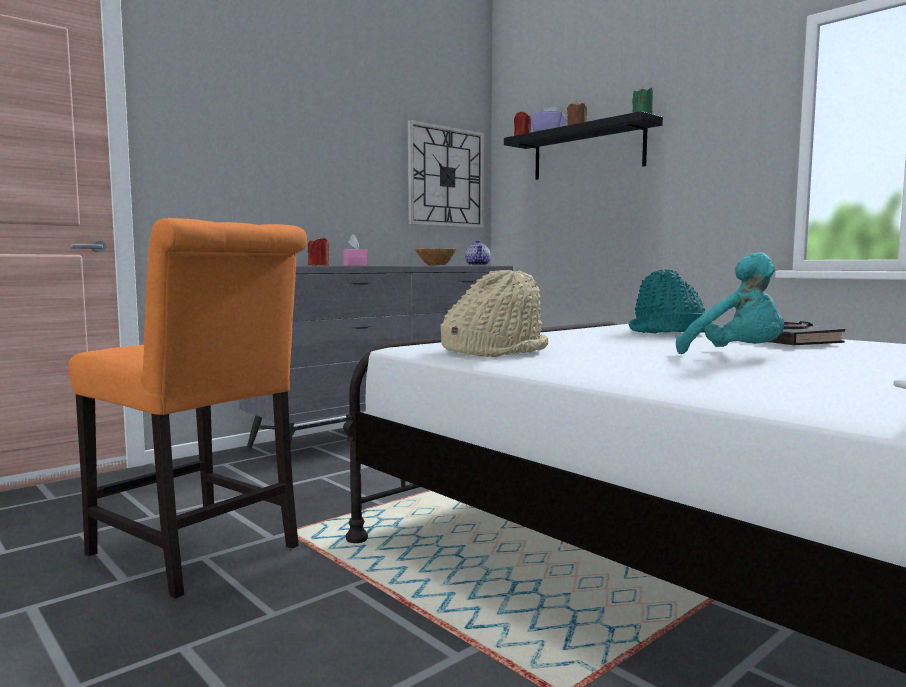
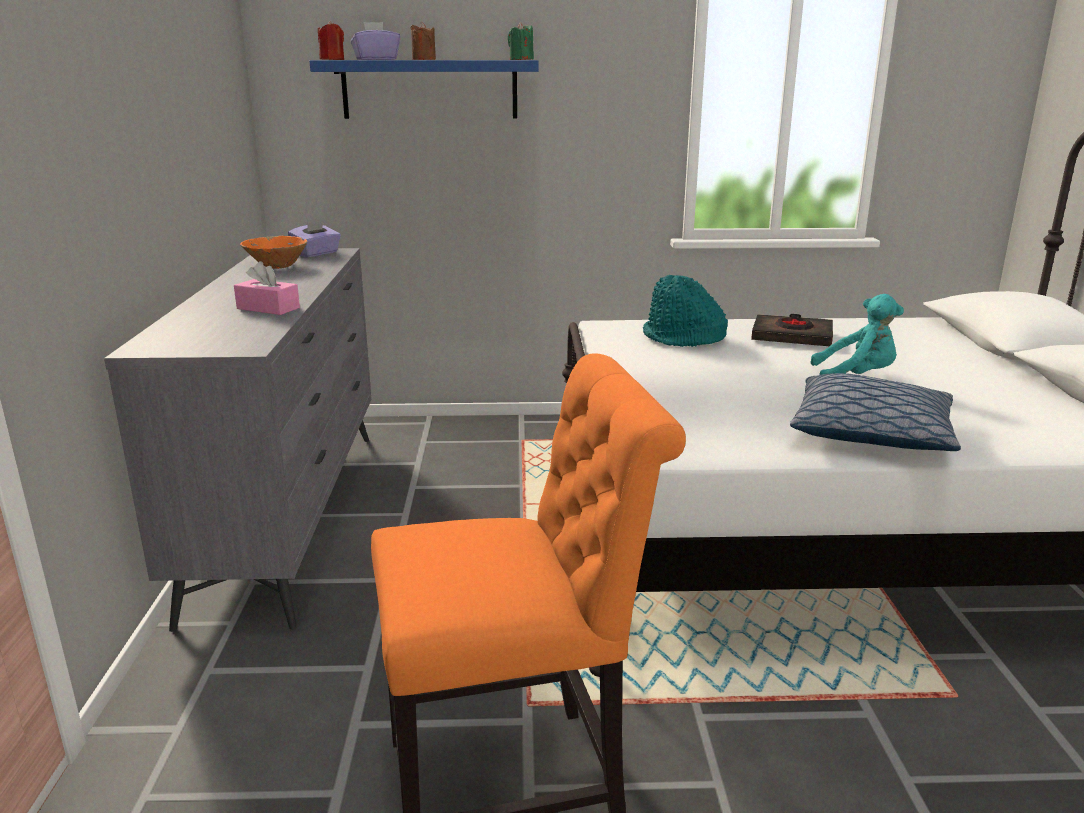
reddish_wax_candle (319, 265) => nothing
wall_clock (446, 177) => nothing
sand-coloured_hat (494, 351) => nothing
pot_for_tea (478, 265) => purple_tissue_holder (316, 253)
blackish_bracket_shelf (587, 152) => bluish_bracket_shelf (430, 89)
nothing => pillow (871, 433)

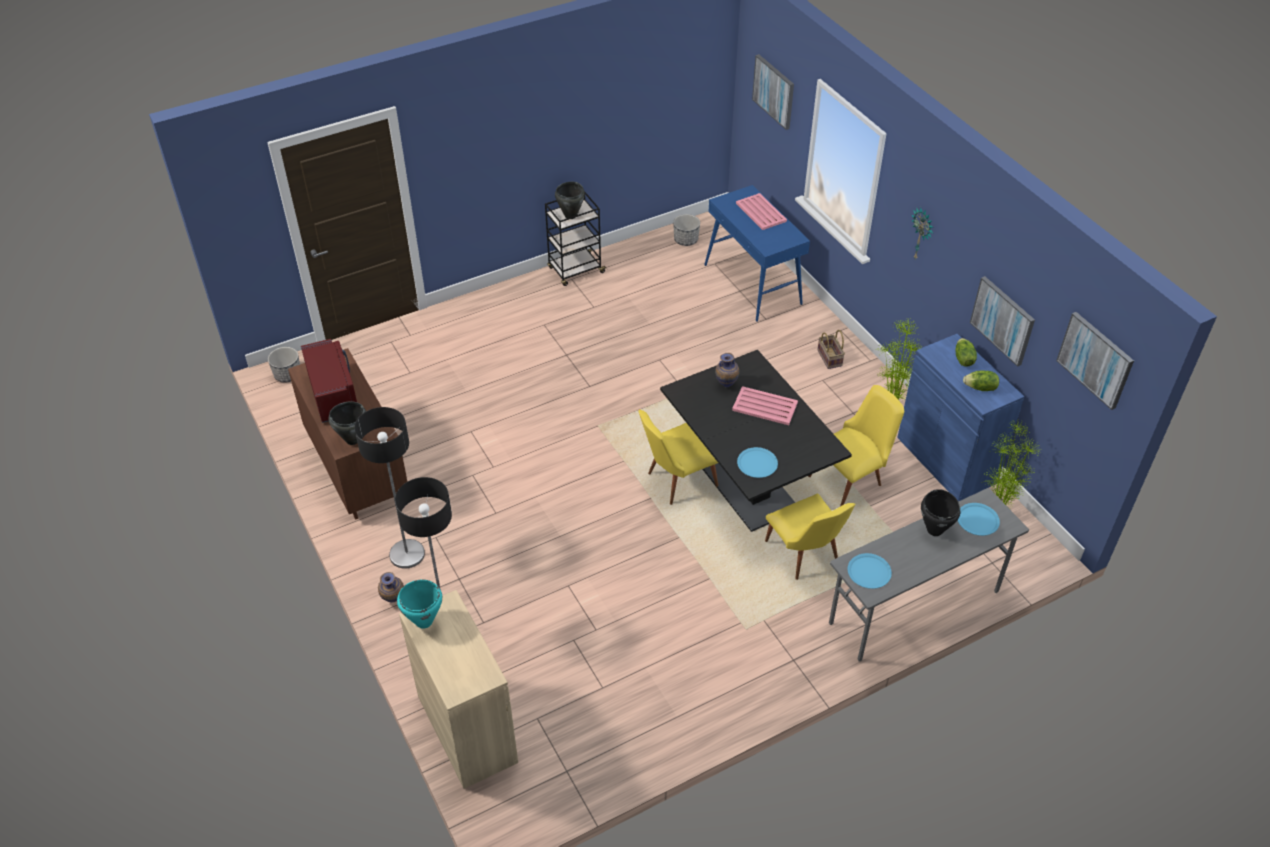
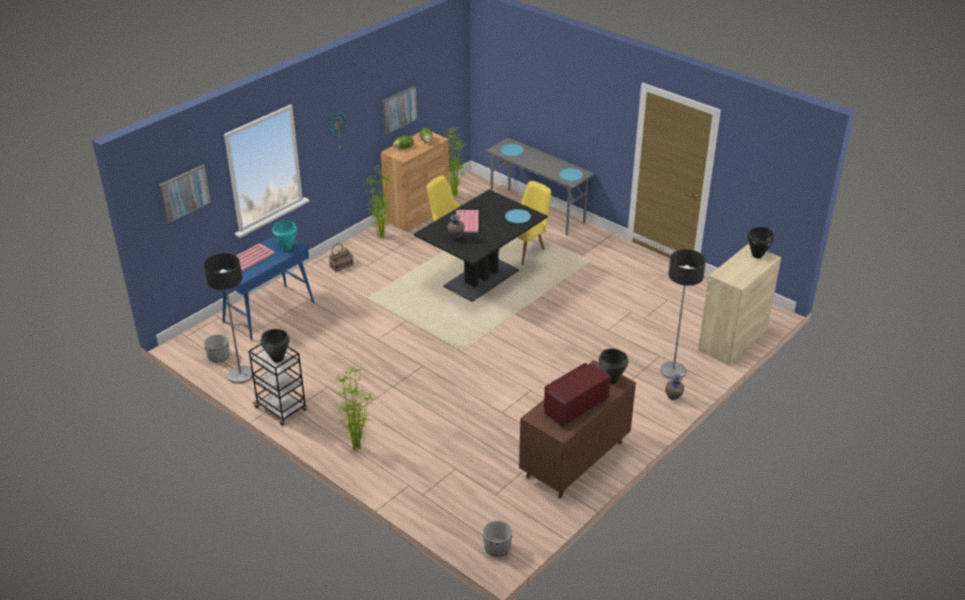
standard_lamp (407, 554) => standard_lamp (240, 375), shifted
blue-green_cooking_pot (423, 621) => blue-green_cooking_pot (286, 248), shifted
yellow-coloured_chair (675, 481) => nothing
bluish_cabinet (946, 460) => brownish_cabinet (417, 214)
blackish_cooking_pot (935, 530) => blackish_cooking_pot (757, 255), shifted
picture (1095, 359) => nothing
nothing => potted_plant (357, 447)

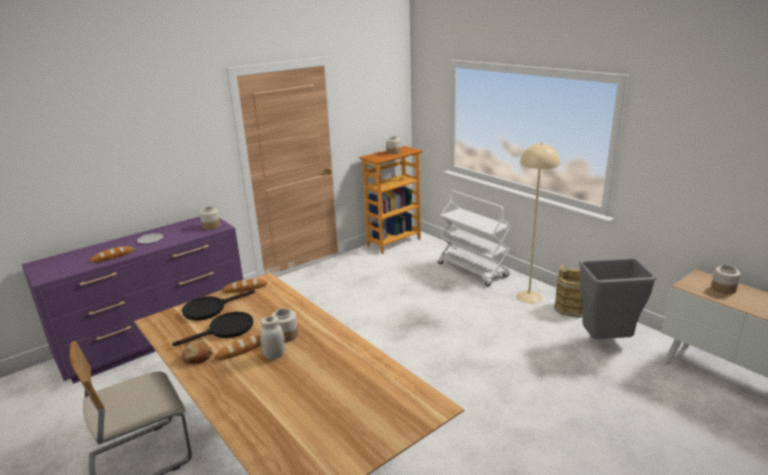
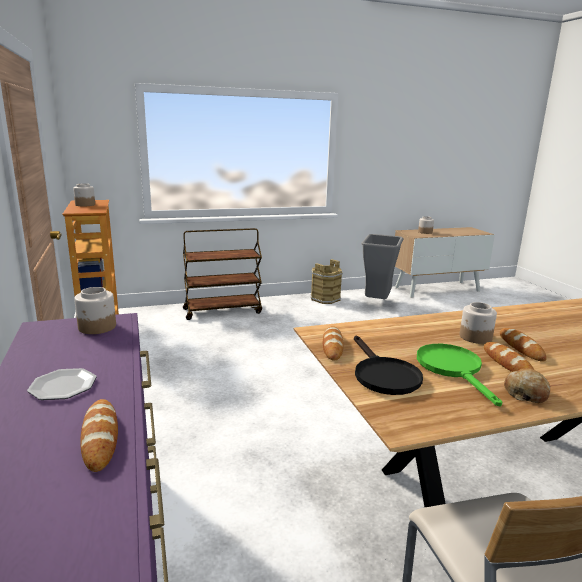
blackish_frying_pan (225, 330) => green-coloured_frying_pan (453, 369)
white-coloured_preserve_jar (274, 355) => bread (521, 347)
white-coloured_cart (473, 270) => brownish_cart (223, 311)
sand-coloured_standard_lamp (529, 297) => nothing

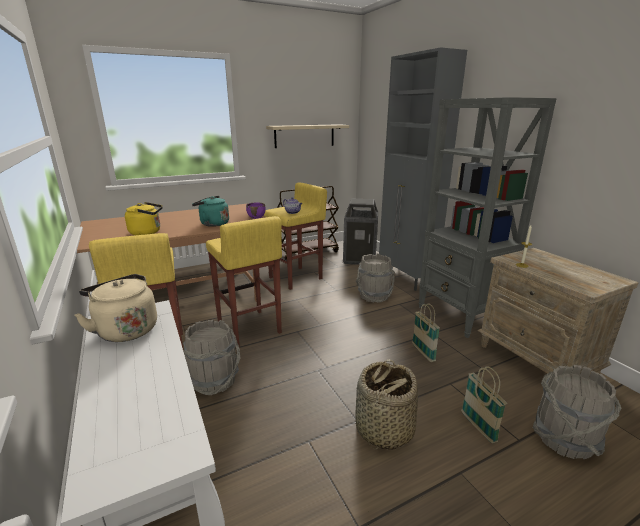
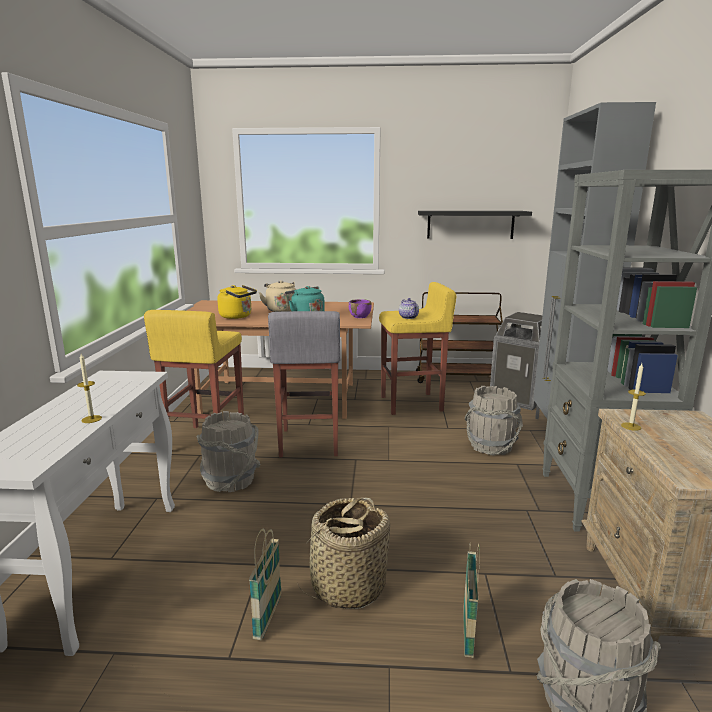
sand-coloured_tea_kettle (126, 329) => sand-coloured_tea_kettle (281, 310), shifted
yellow-coloured_stool (248, 328) => grey_stool (308, 443)
sand-coloured_bracket_shelf (304, 136) => blackish_bracket_shelf (470, 224)
basket (423, 352) => basket (268, 617), shifted
nothing => wax_candle (91, 419)

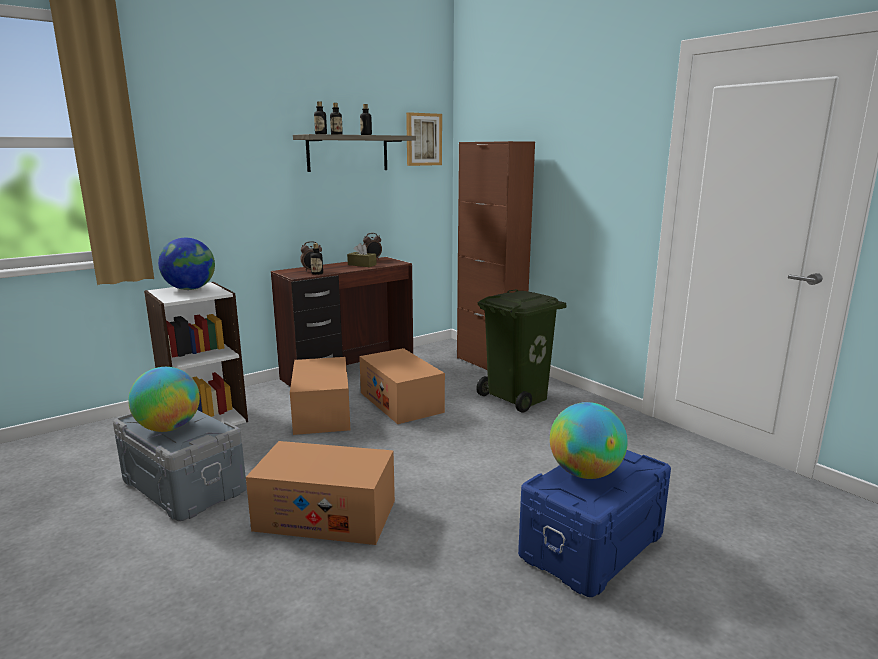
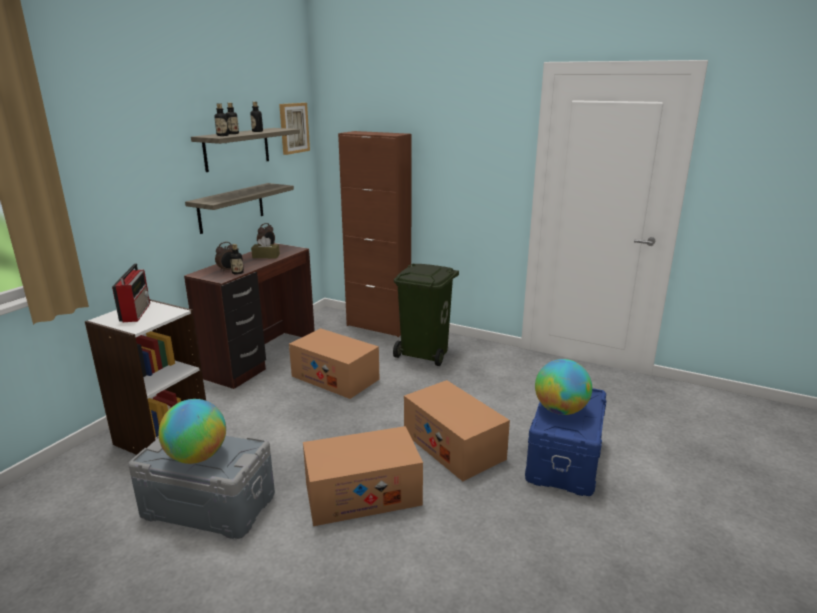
globe (190, 289) => radio (136, 312)
packing_box (322, 412) => packing_box (453, 445), shifted
nothing => bracket_shelf (231, 208)

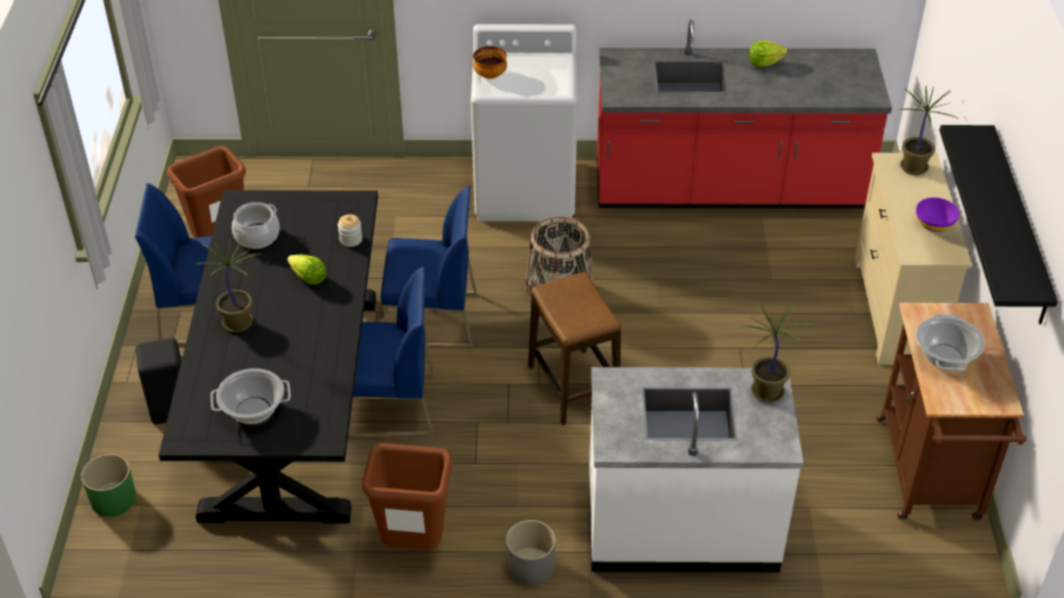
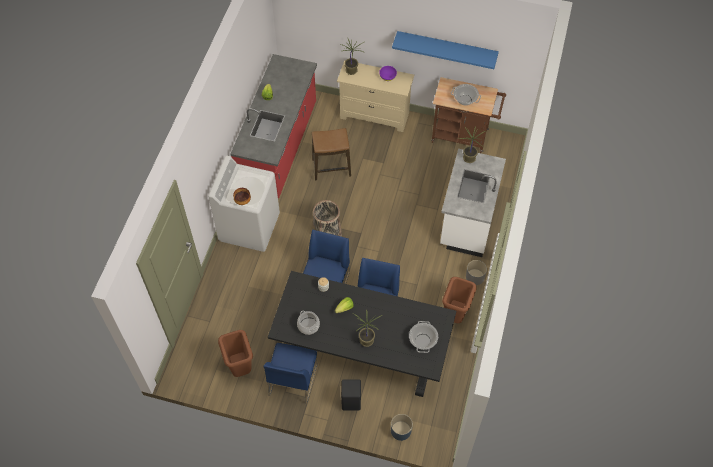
green-coloured_plant_pot (113, 499) => bluish_plant_pot (400, 431)
stool (573, 387) => stool (331, 168), shifted
blackish_bracket_shelf (1018, 225) => bluish_bracket_shelf (446, 47)

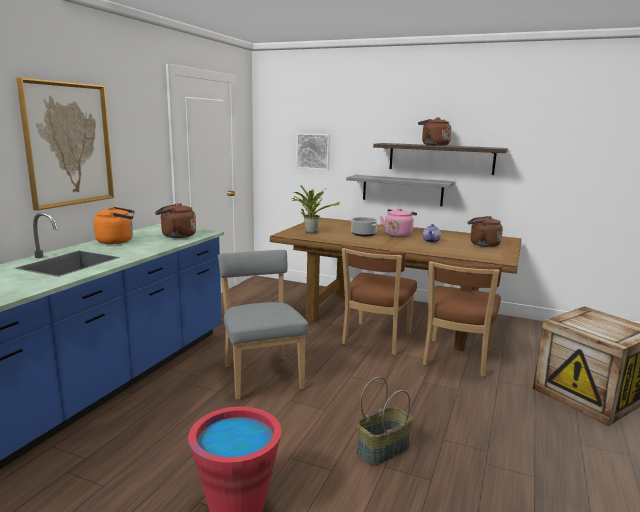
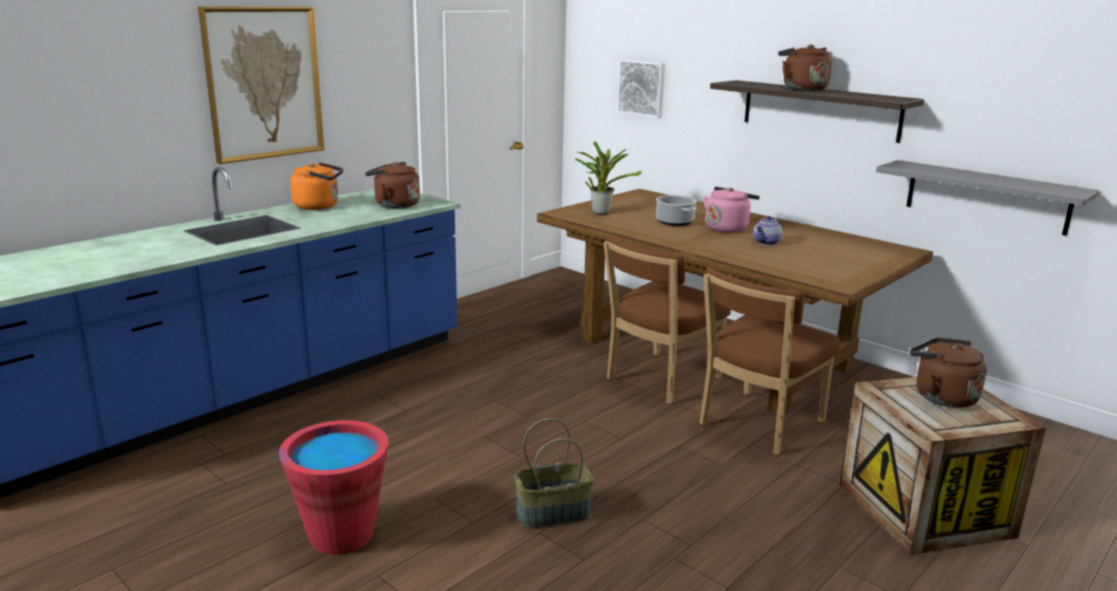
grey_chair (261, 375) => nothing
grey_bracket_shelf (402, 190) => grey_bracket_shelf (986, 197), shifted
brownish_tea_kettle (482, 244) => brownish_tea_kettle (941, 396), shifted

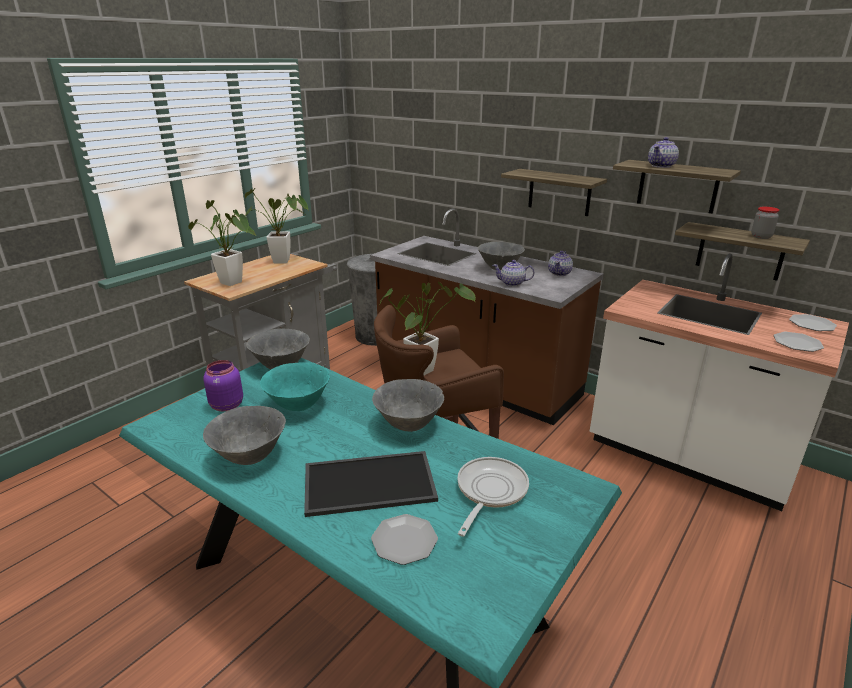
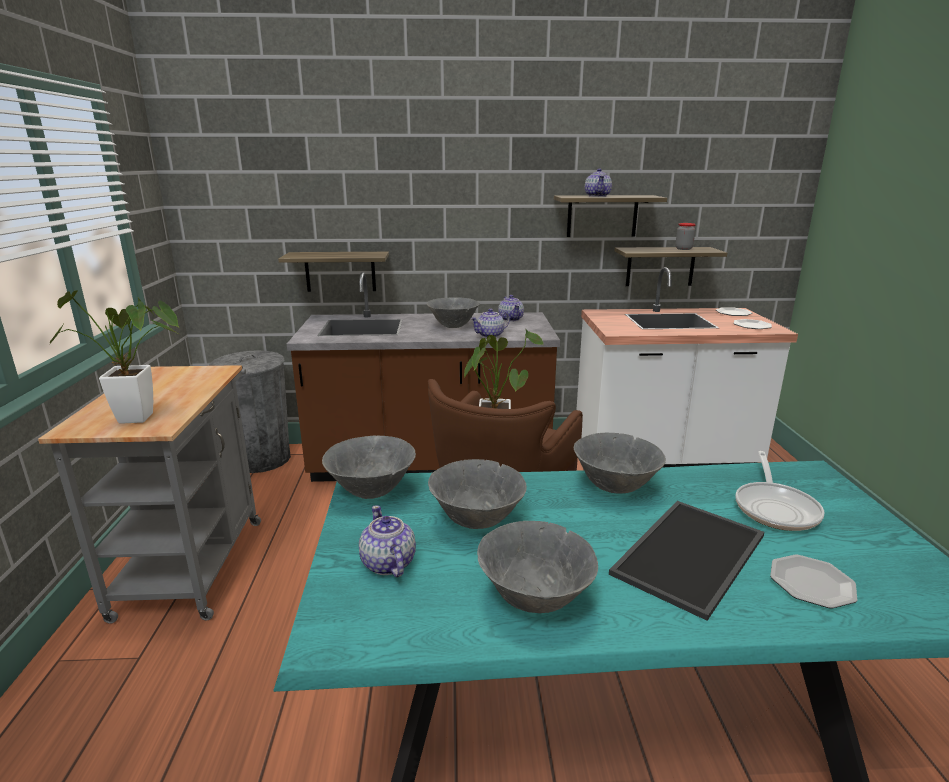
purple_preserve_jar (225, 405) => pot_for_tea (388, 564)
potted_plant (285, 261) => nothing
blue-green_serving_bowl (298, 406) => grey_serving_bowl (476, 521)
frying_pan (489, 492) => frying_pan (775, 508), 150 degrees counterclockwise
bracket_shelf (559, 192) => bracket_shelf (340, 271), shifted

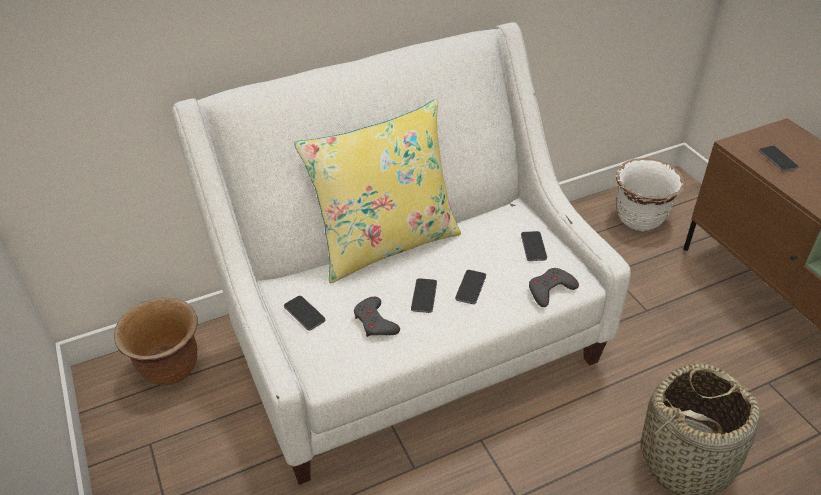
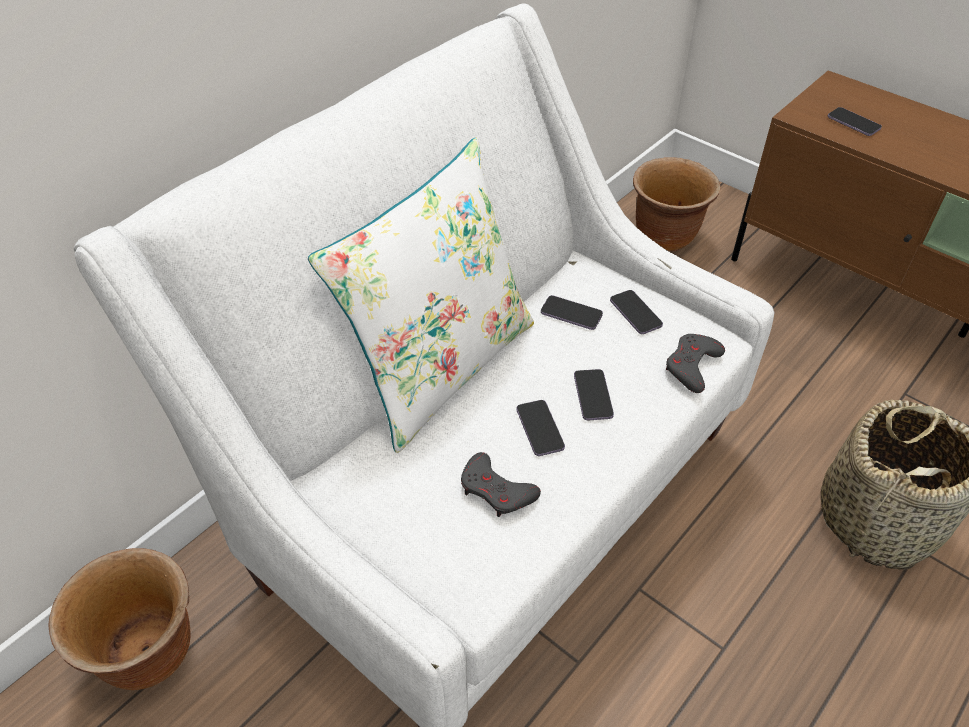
handset (304, 314) => handset (571, 314), shifted
yellow-coloured_pillow (386, 243) => white-coloured_pillow (440, 367)
white-coloured_plant_pot (640, 219) => brownish_plant_pot (665, 237)

